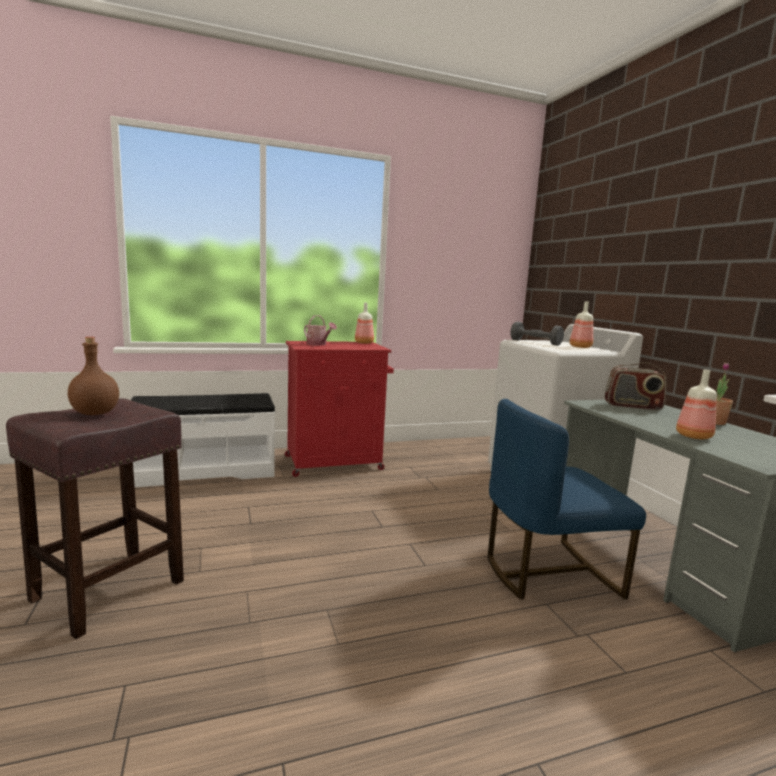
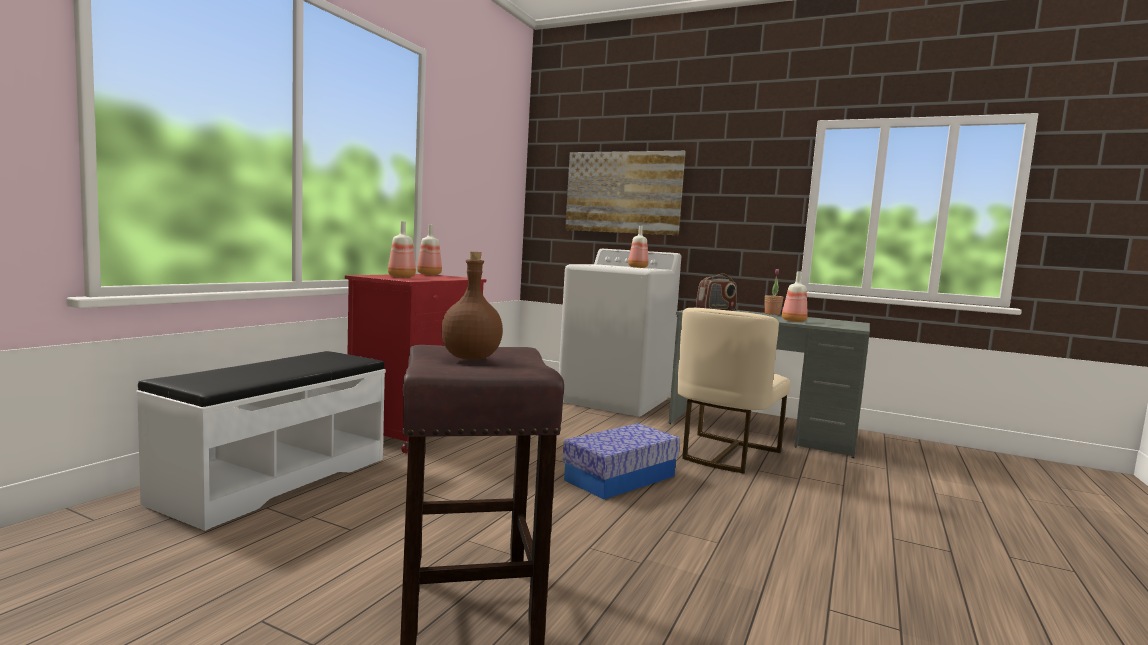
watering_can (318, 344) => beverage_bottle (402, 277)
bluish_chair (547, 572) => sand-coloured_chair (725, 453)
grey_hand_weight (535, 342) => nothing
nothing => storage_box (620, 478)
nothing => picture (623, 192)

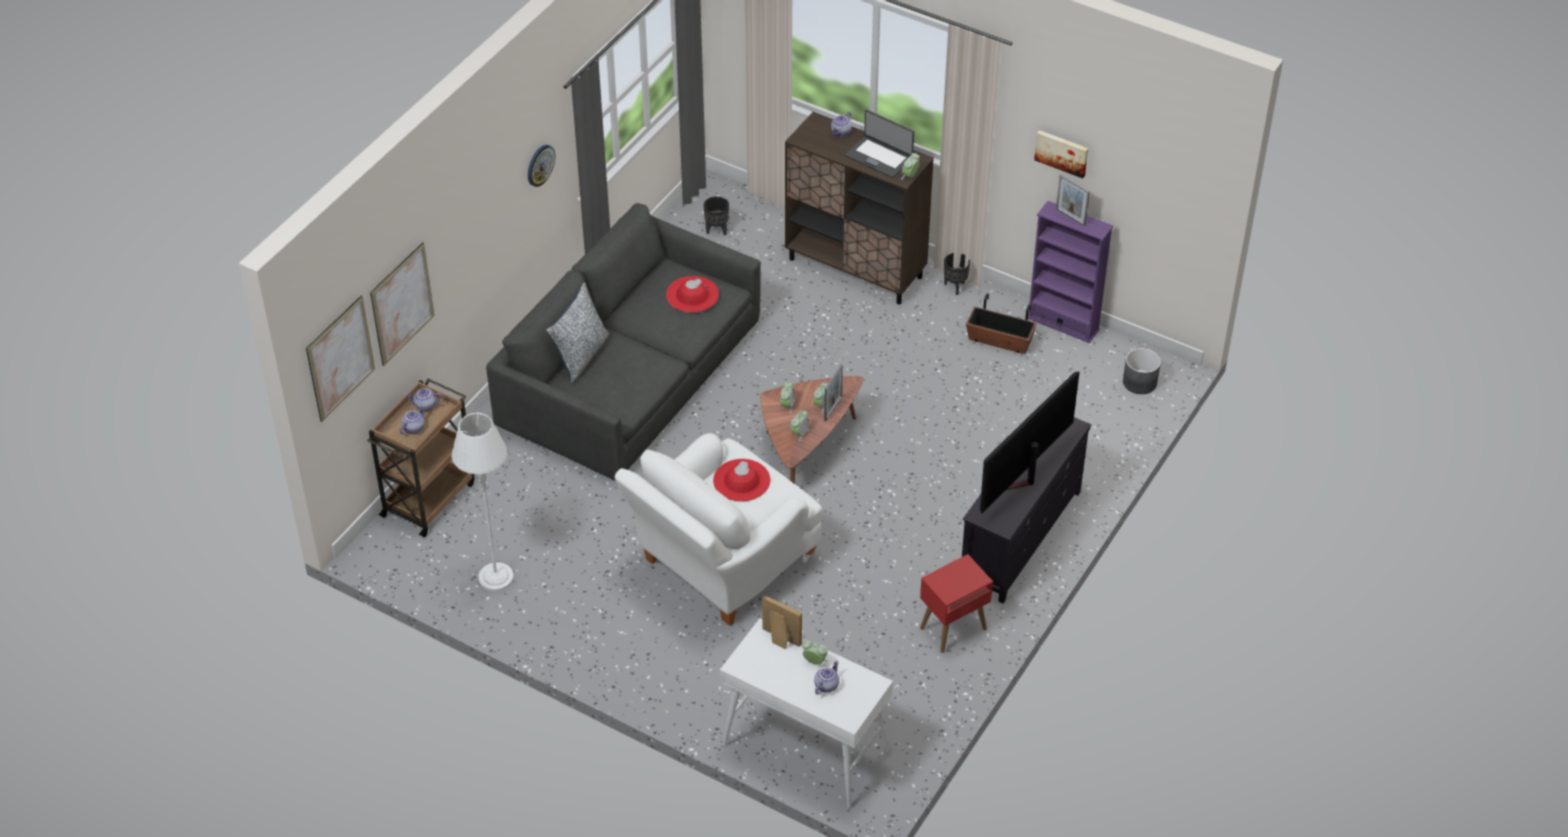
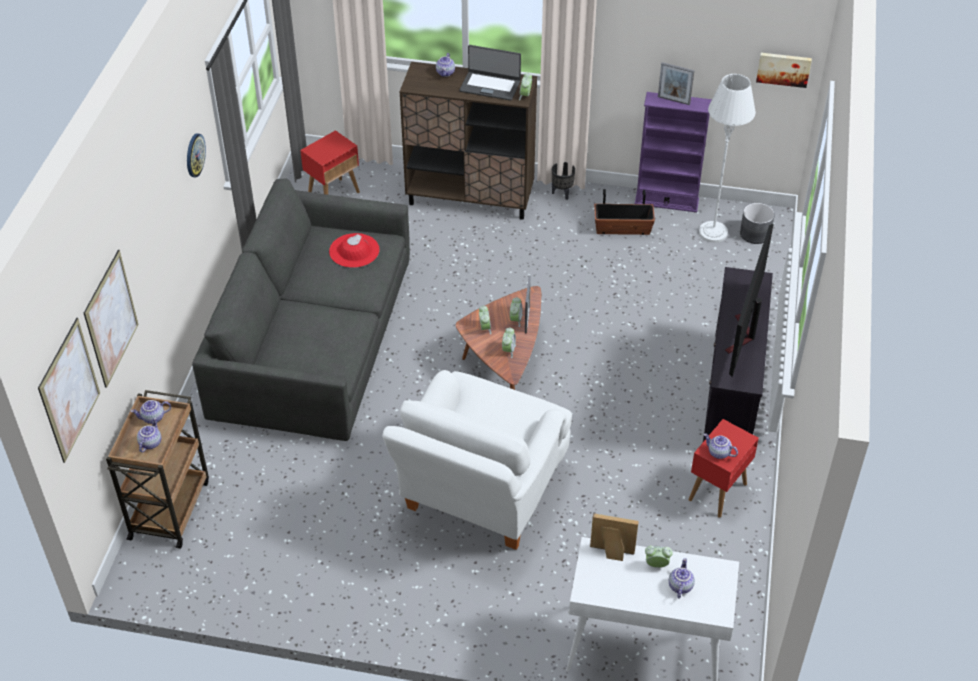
white-coloured_standard_lamp (495, 578) => white-coloured_standard_lamp (713, 232), shifted
pillow (580, 356) => nothing
blackish_plant_pot (717, 230) => reddish_accent_table (334, 195)
reddish_hat (741, 480) => nothing
picture (1062, 152) => picture (783, 68), shifted
nothing => pot_for_tea (718, 453)

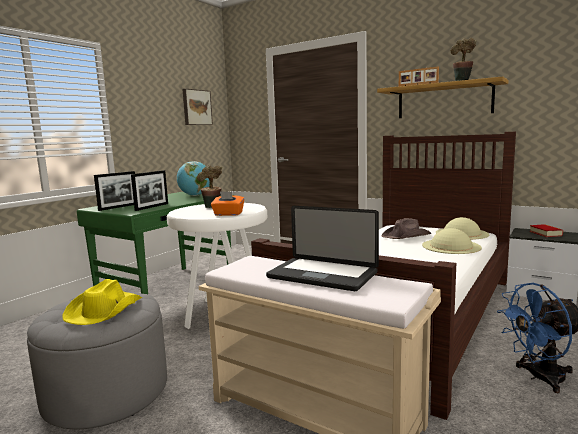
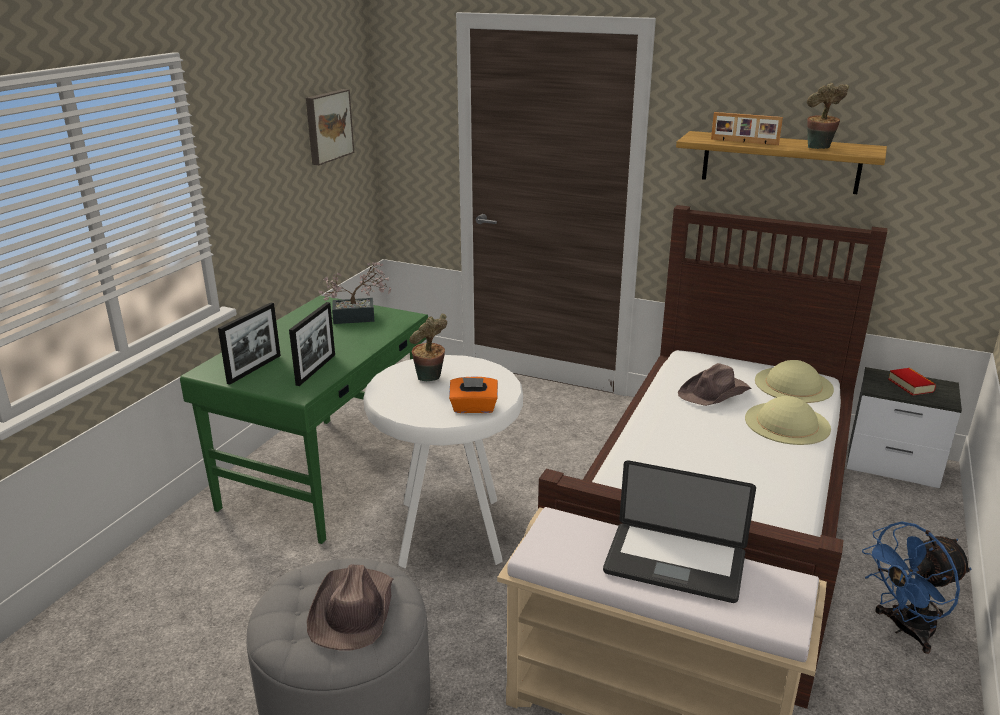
yellow-coloured_hat (104, 310) => brownish_hat (352, 611)
globe (195, 195) => potted_plant (359, 317)

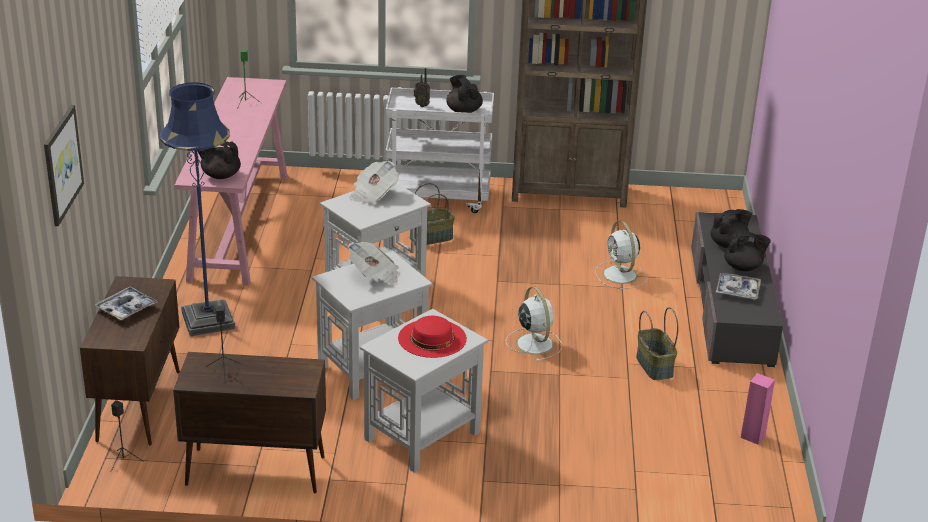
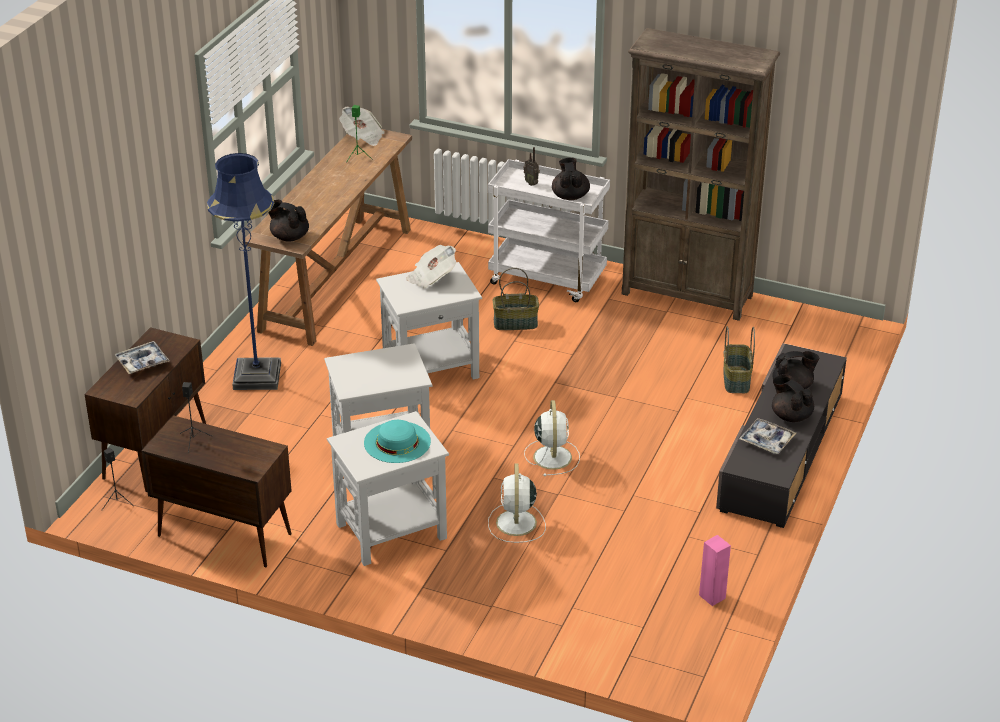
picture (61, 164) => nothing
pink_console_table (240, 225) => brownish_console_table (337, 278)
newspaper (375, 276) => newspaper (362, 136), shifted
reddish_hat (432, 338) => blue-green_hat (397, 442)
white-coloured_electric_fan (620, 275) => white-coloured_electric_fan (516, 524), shifted
basket (655, 366) => basket (737, 380), shifted
blackish_pot_for_tea (743, 267) => blackish_pot_for_tea (791, 415), 150 degrees counterclockwise

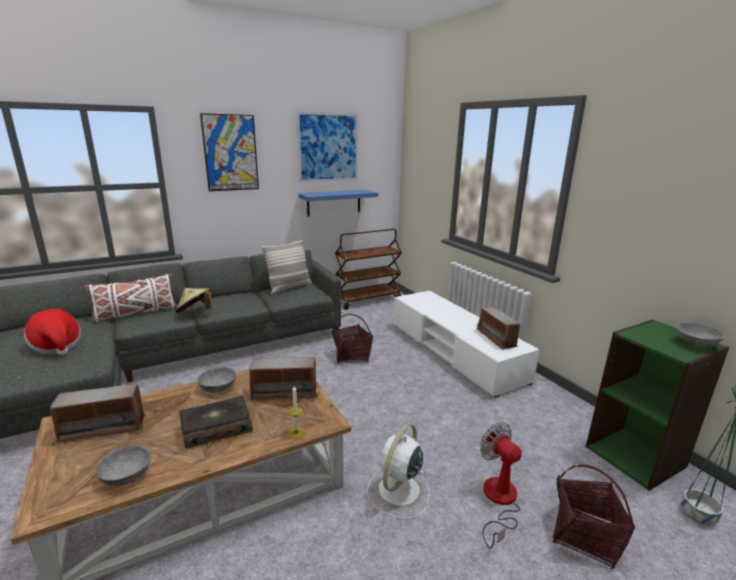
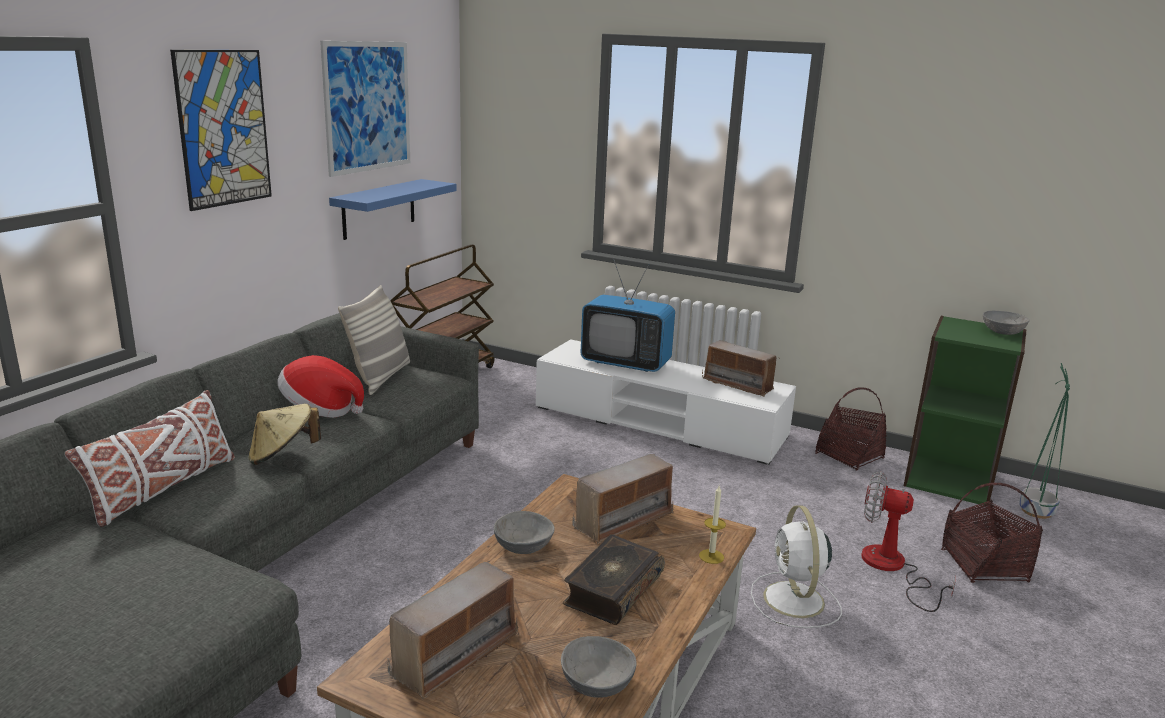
hat (56, 346) => hat (320, 410), shifted
basket (352, 356) => basket (849, 456), shifted
nothing => TV (625, 363)

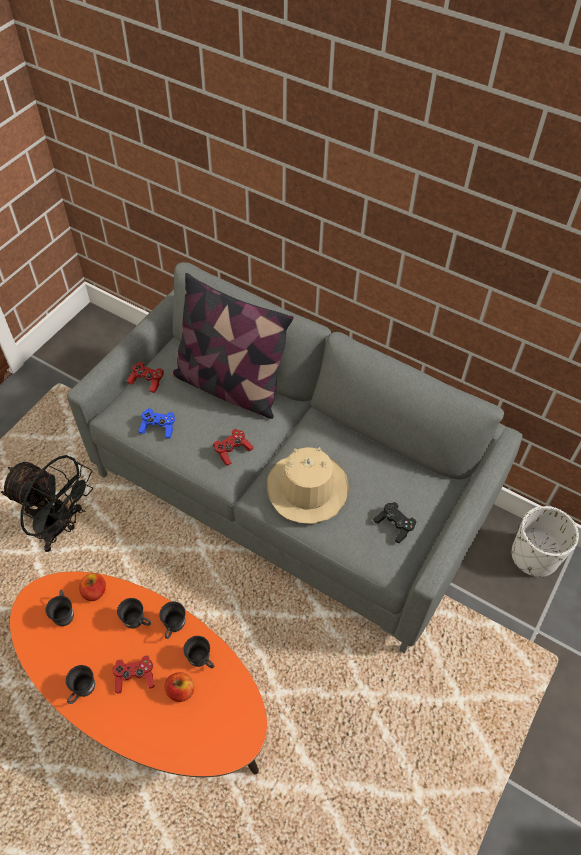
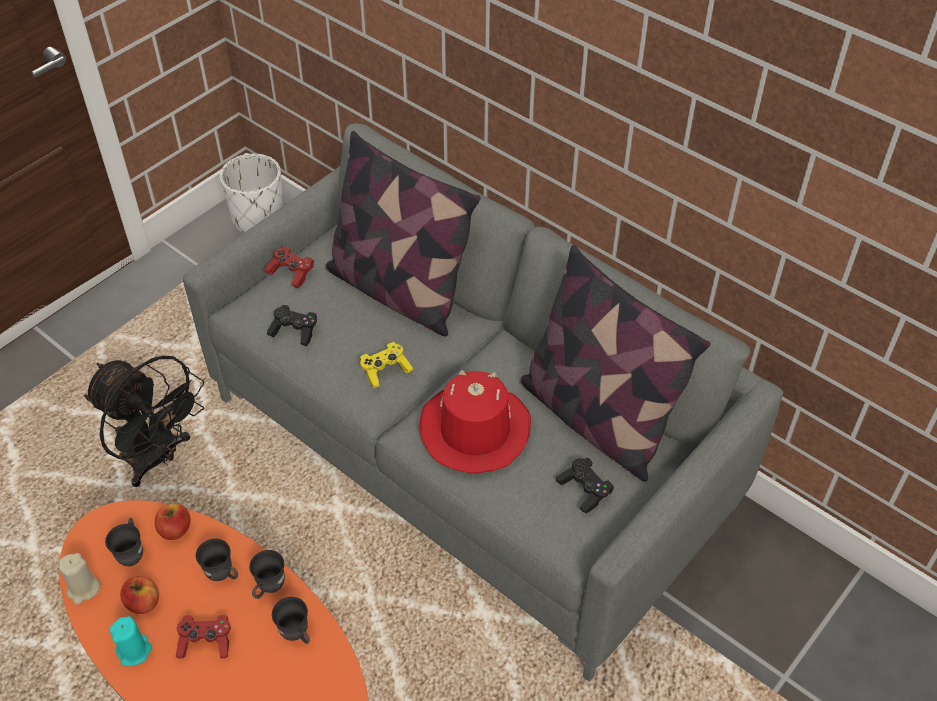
grey_tea_mug (82, 692) => blue-green_wax_candle (134, 651)
bluish_joypad (158, 427) => blackish_joypad (294, 331)
apple_fruit (180, 690) => apple_fruit (143, 603), shifted
reddish_joypad (232, 450) => yellow-coloured_joypad (385, 371)
sand-coloured_hat (307, 489) => reddish_hat (474, 430)
white-coloured_plant_pot (534, 556) => white-coloured_plant_pot (259, 219), shifted
nothing => sand-coloured_wax_candle (83, 589)
nothing => pillow (595, 418)

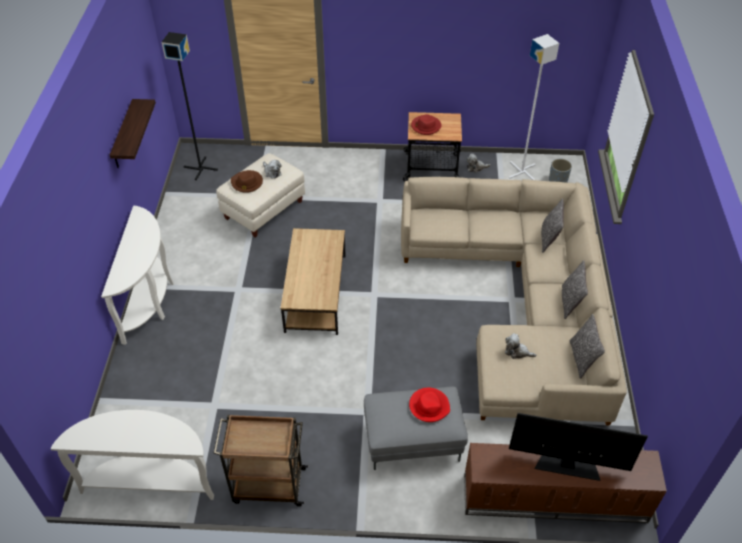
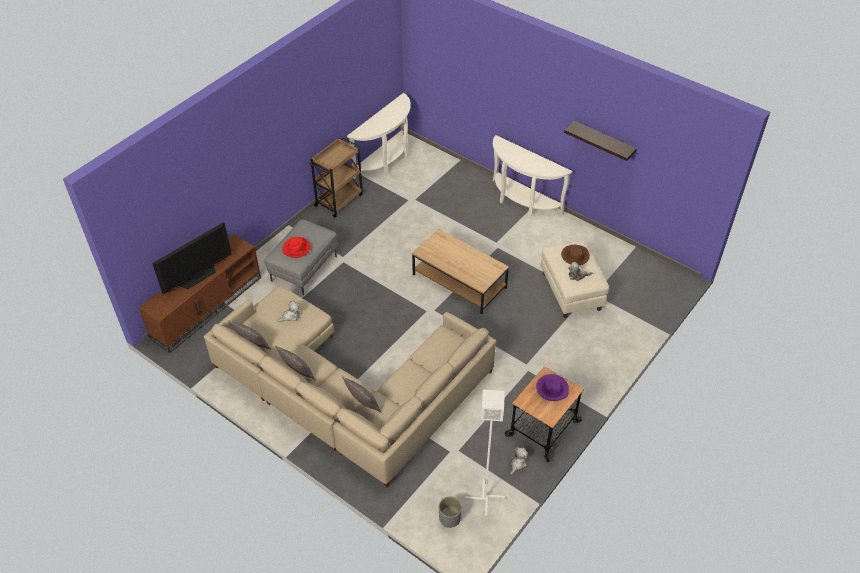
blackish_standard_lamp (200, 168) => nothing
reddish_hat (425, 126) => purple_hat (552, 389)

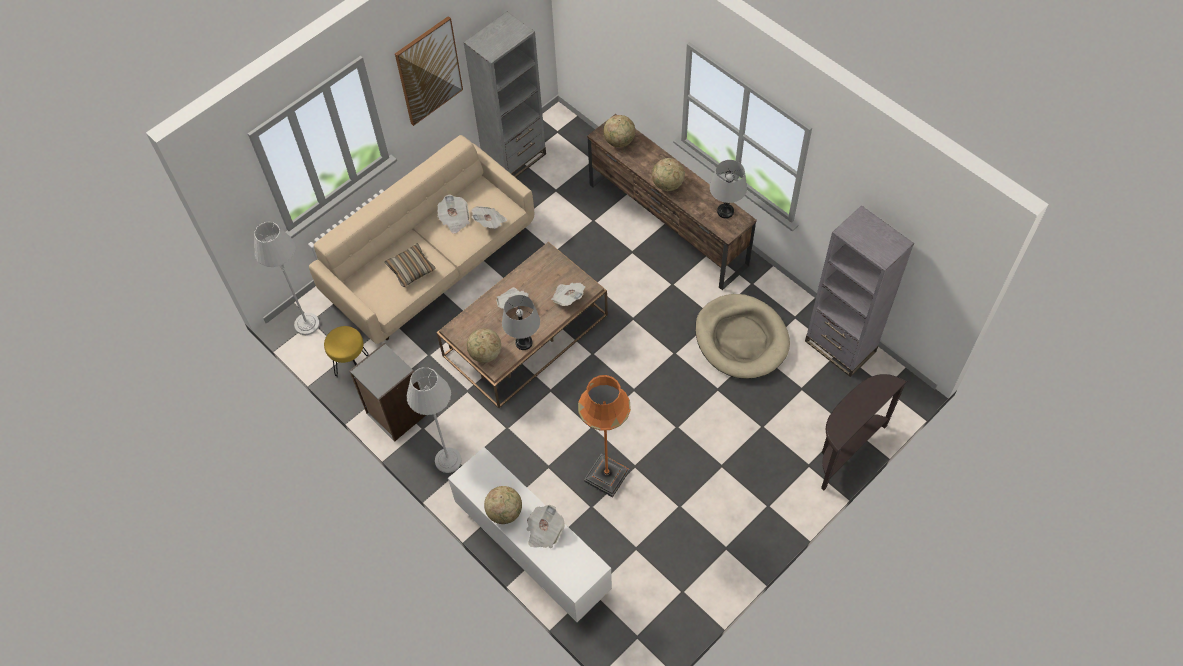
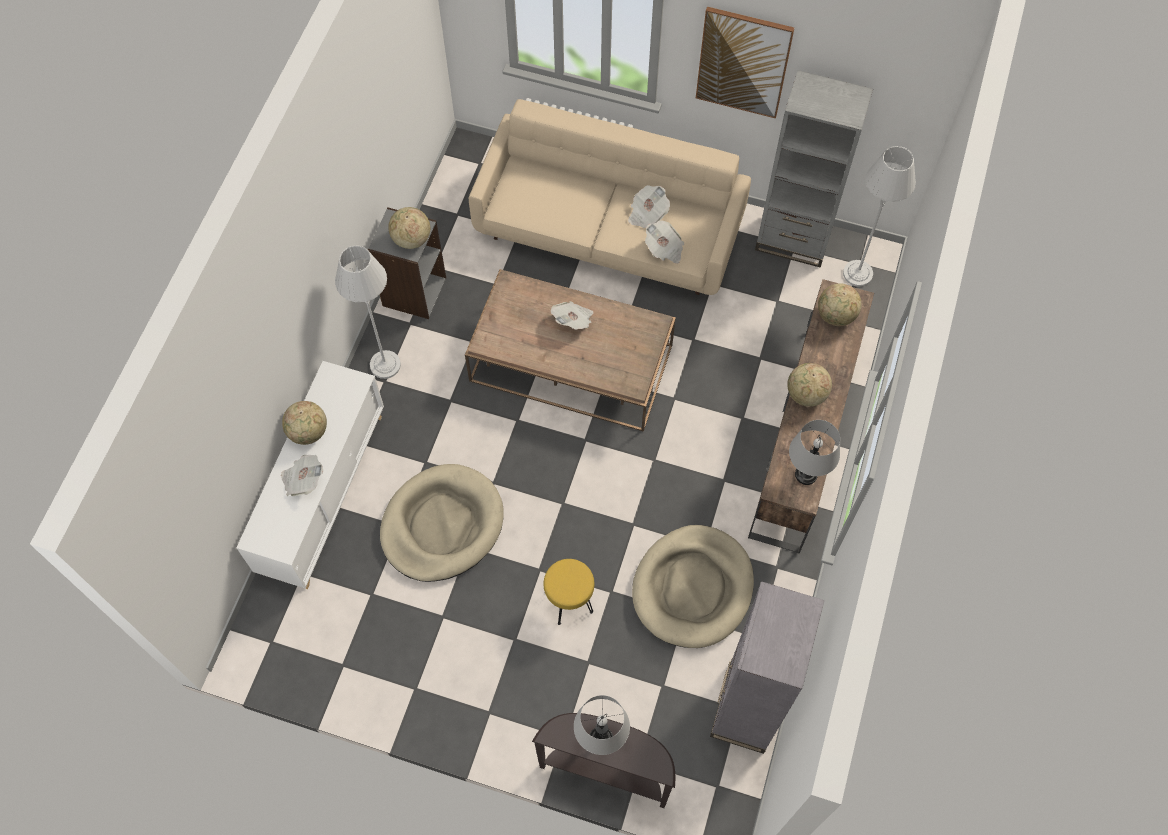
grey_standard_lamp (307, 324) => grey_standard_lamp (858, 274), shifted
yellow-coloured_stool (352, 366) => yellow-coloured_stool (569, 602), shifted
pillow (411, 269) => nothing
globe (485, 354) => globe (411, 239), shifted
grey_table_lamp (523, 342) => grey_table_lamp (601, 739), shifted
newspaper (568, 298) => nothing
orangey_standard_lamp (606, 476) => sand-coloured_dog_bed (442, 525)

